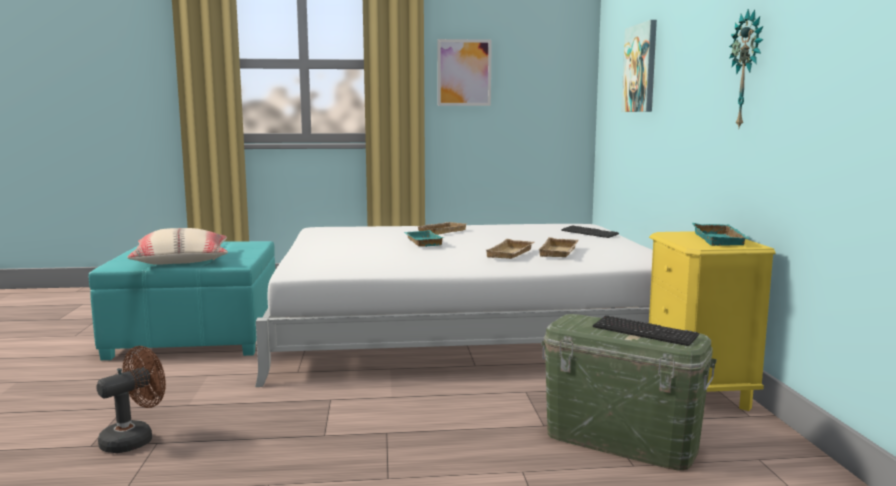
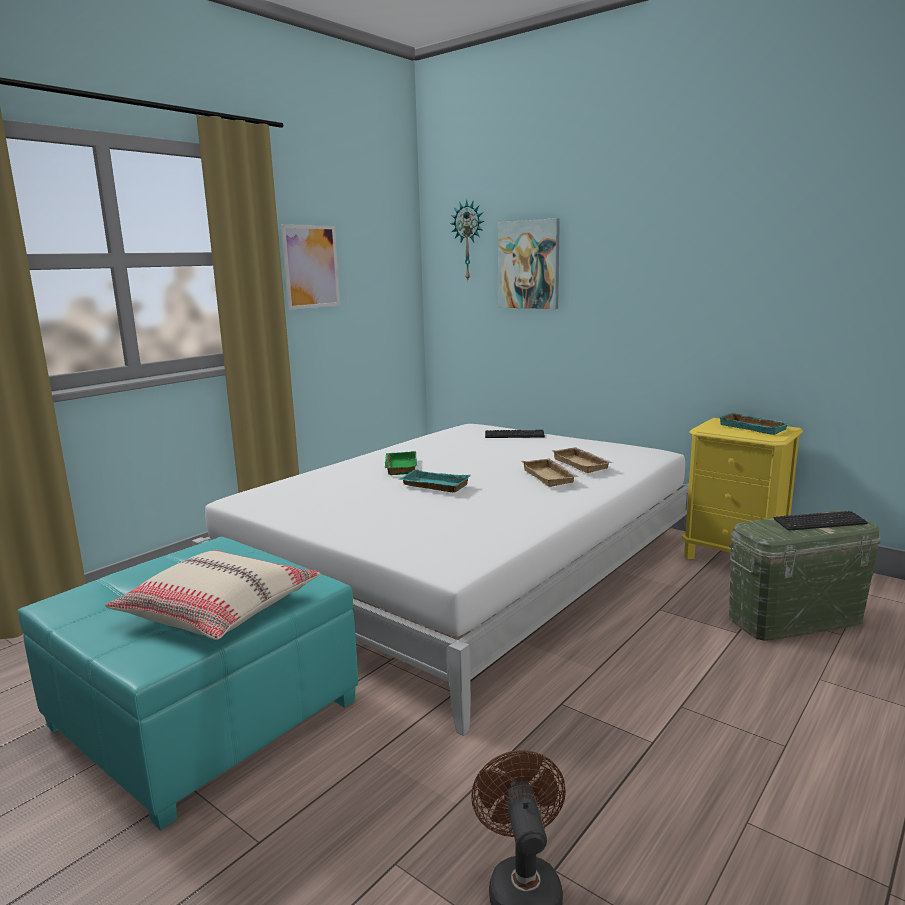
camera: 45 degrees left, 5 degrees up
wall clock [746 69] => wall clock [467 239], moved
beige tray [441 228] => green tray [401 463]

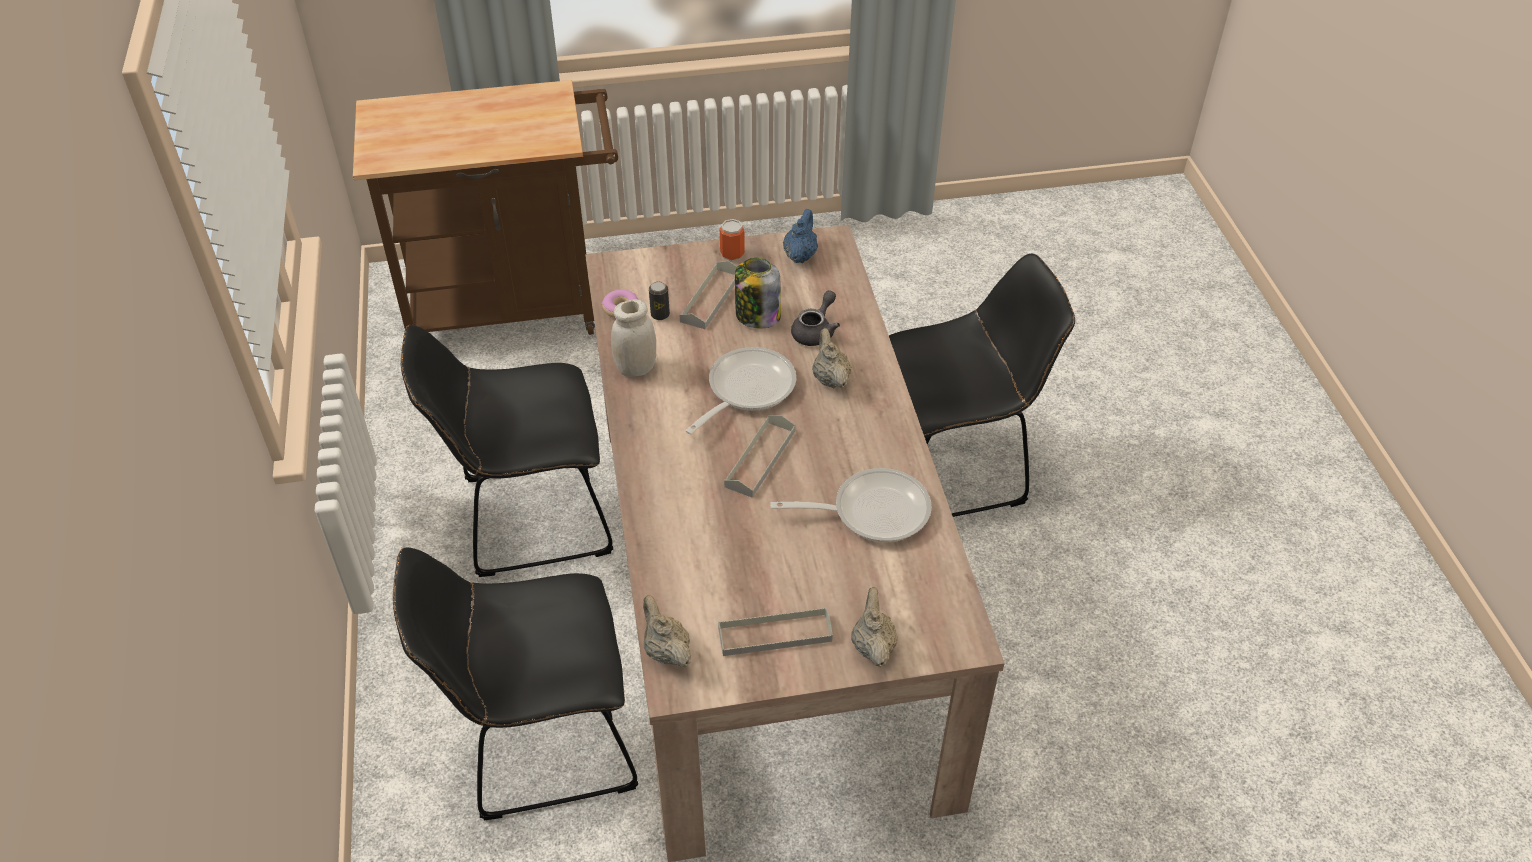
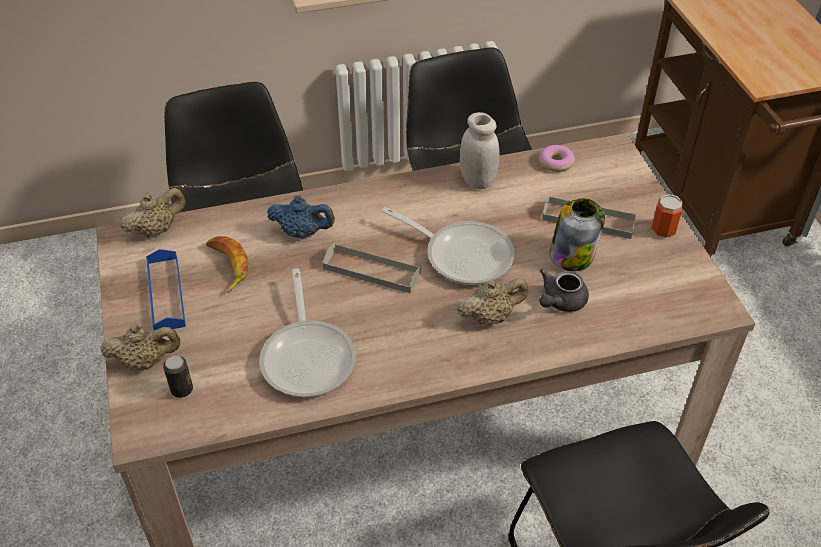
camera: 85 degrees right, 0 degrees up
blue teapot [800 236] => blue teapot [301 217], moved
can [659 300] => can [178 376], moved
grey teapot [815 318] => grey teapot [564 290], 105 degrees clockwise
grey tray [775 631] => blue tray [166 289]
nothing => banana [227 264]

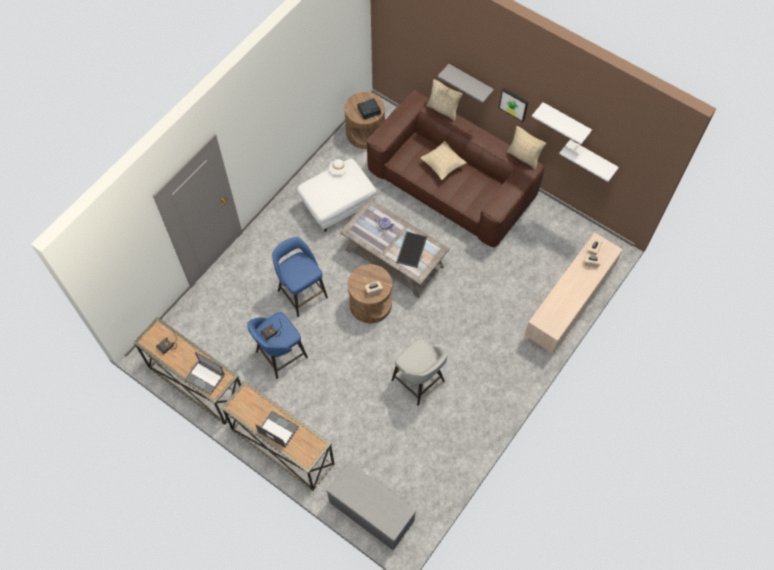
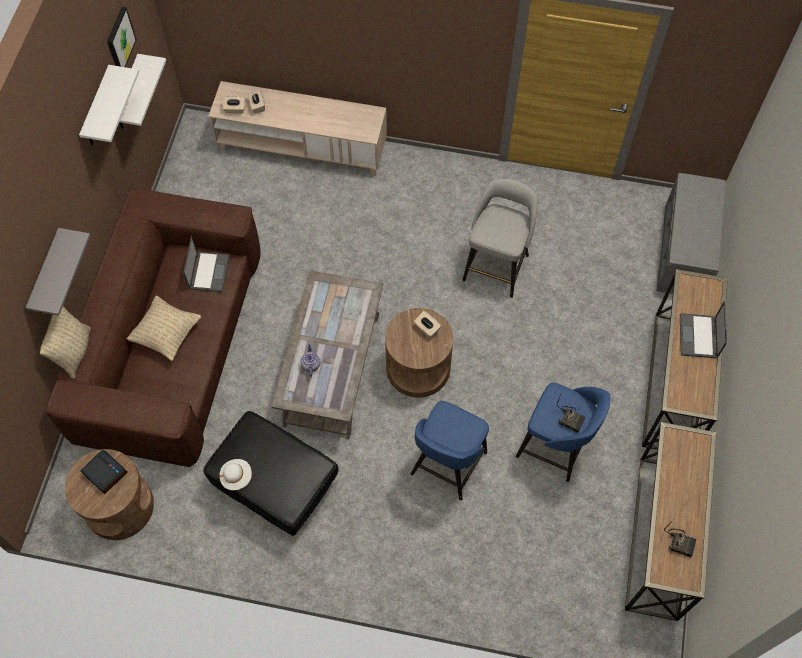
camera: 115 degrees left, 0 degrees up
picture [513 105] => picture [122 37], moved
beige pillow [526 147] => nothing
white ottoman [337 195] => black ottoman [270 473]
tray [411 249] => nothing
laptop [205 373] => laptop [206 263], moved

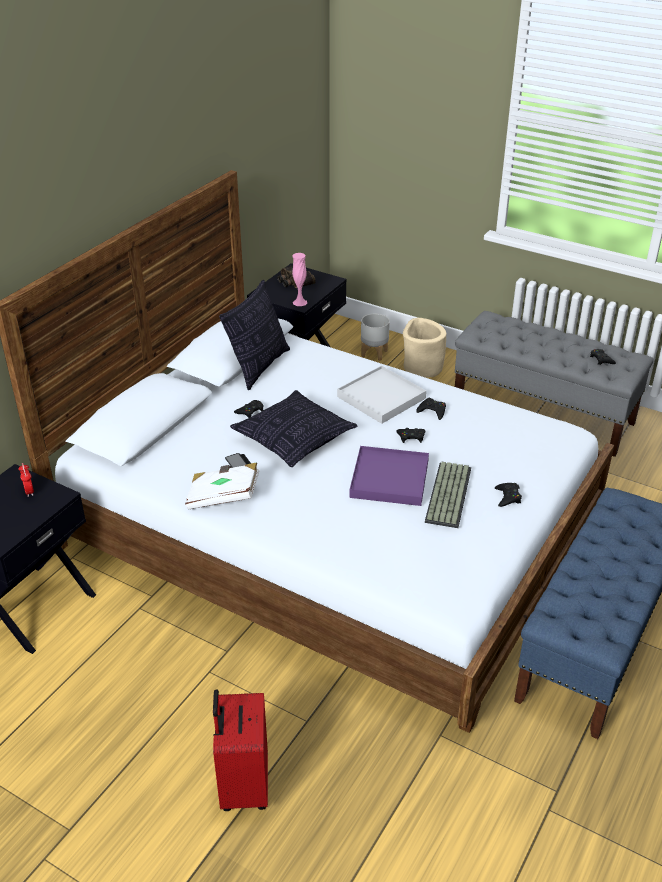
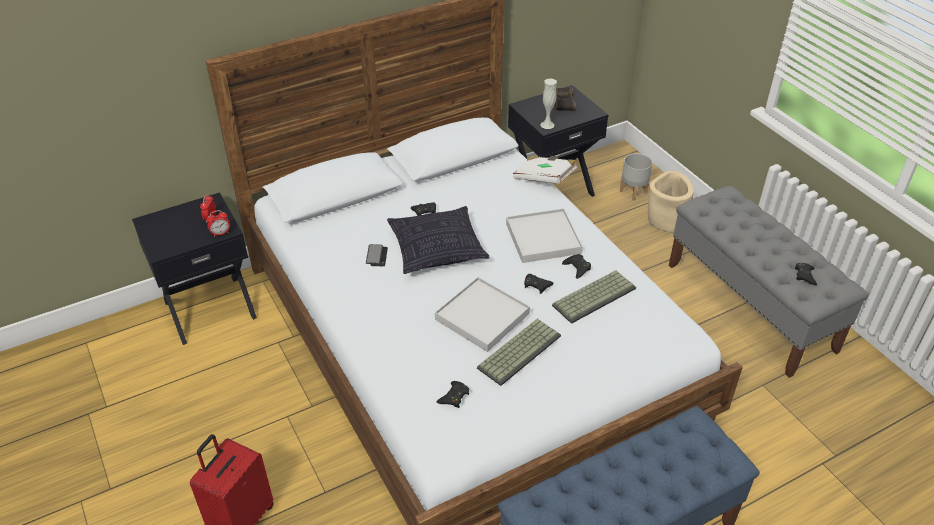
camera: 30 degrees right, 5 degrees up
pink vase [299 279] => white vase [549 103]
pillow [254 335] => nothing
purple tray [389 476] => white tray [482 314]
white book [222 486] => white book [545 170], moved
black game controller [508 495] => black game controller [452 394], moved
nothing => alarm clock [218 223]
nothing => keyboard [594 297]

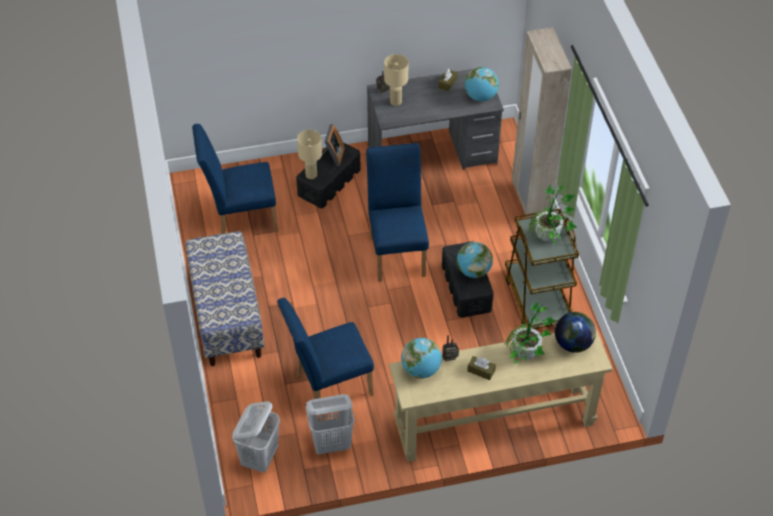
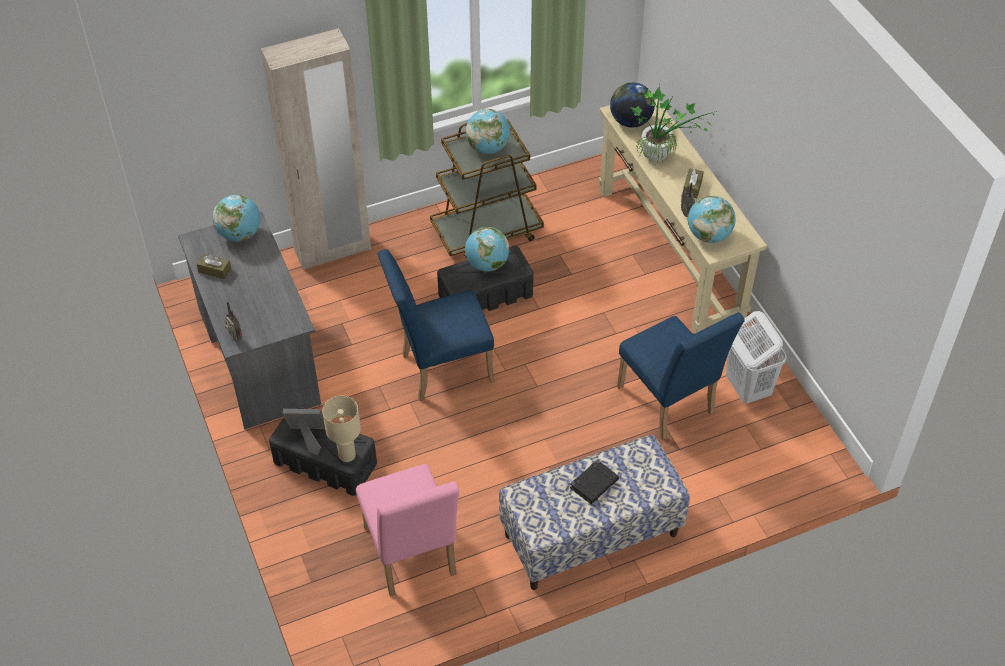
camera: 100 degrees left, 0 degrees up
beige table lamp [396 80] => nothing
blue chair [235 179] => pink chair [407 530]
potted plant [552 214] => globe [488 131]
white laundry basket [256 436] => nothing
nothing => black book [594 482]

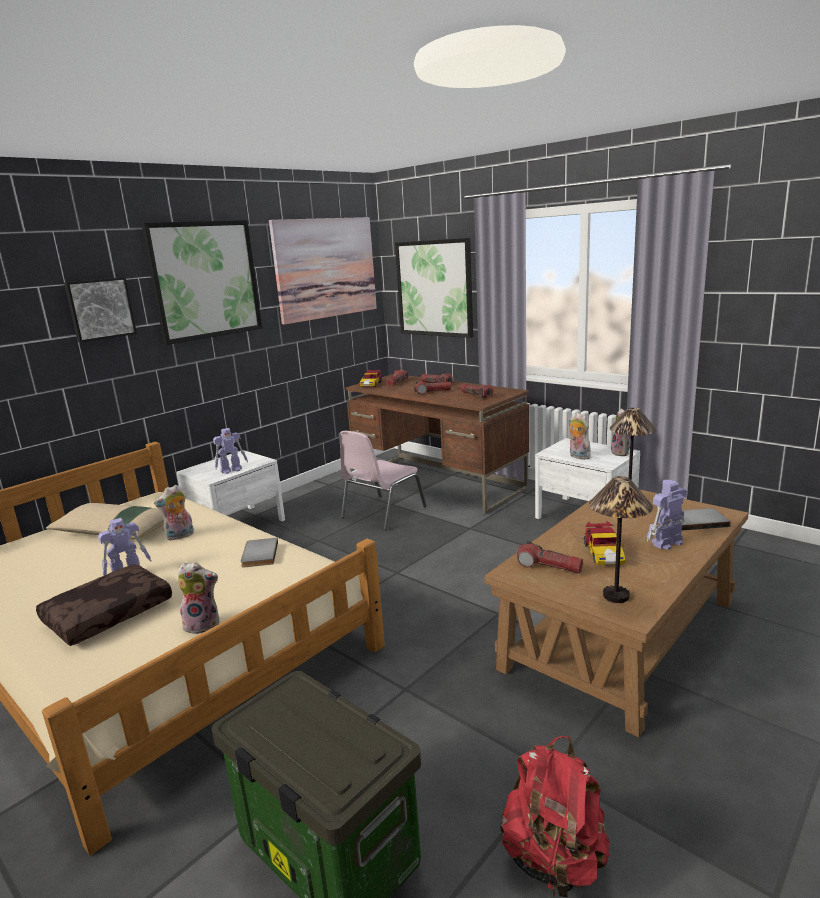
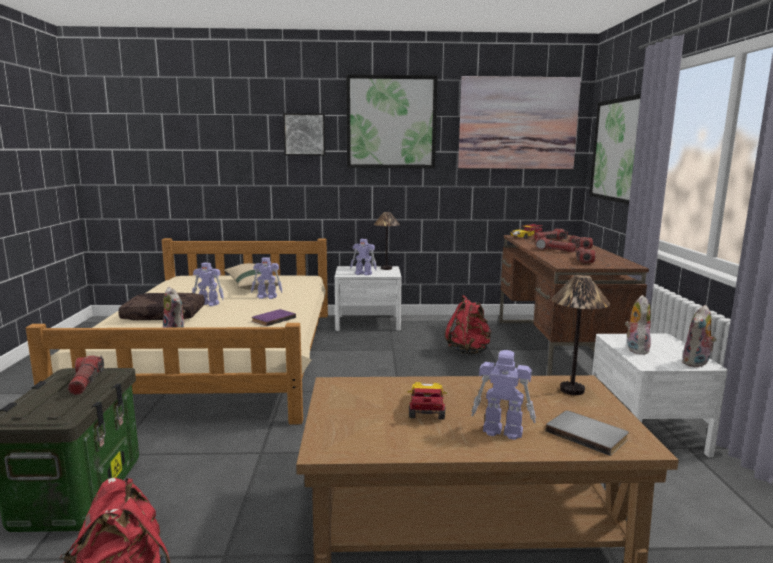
camera: 45 degrees right, 5 degrees down
pink chair [383 480] => red backpack [468 324]
table lamp [621 539] => table lamp [387 241], moved
plush toy [174 512] => toy robot [267 278]
toy car [604 543] => toy car [427 401], 135 degrees clockwise
grey book [259 553] => purple book [274 317]
flashlight [550 557] => flashlight [86 375], moved

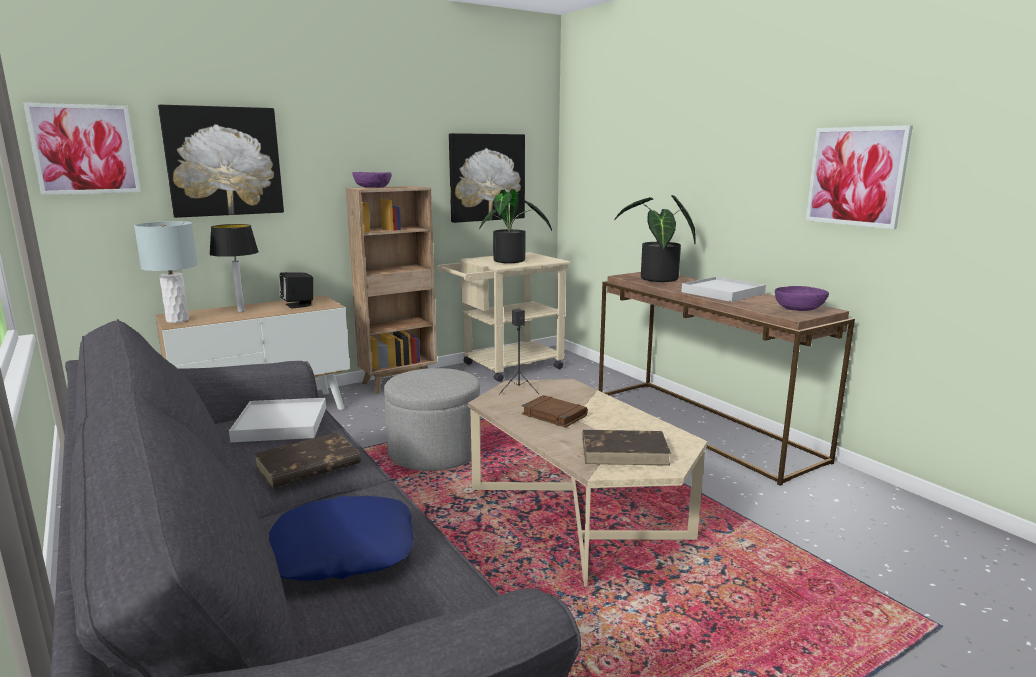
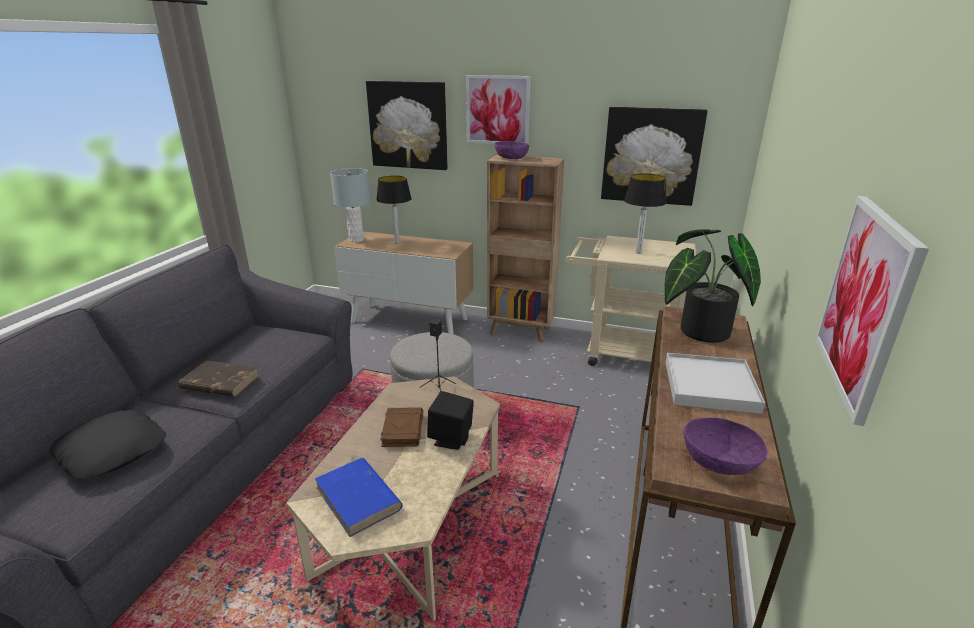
camera: 50 degrees right, 10 degrees up
picture [82 149] => picture [498 109], moved
potted plant [515 226] => table lamp [645 214]
black speaker [296 290] => black speaker [450 420], moved
white tray [277 420] => nothing
brown book [627 448] => blue book [359 497]
blue pillow [341 538] => black pillow [107 444]

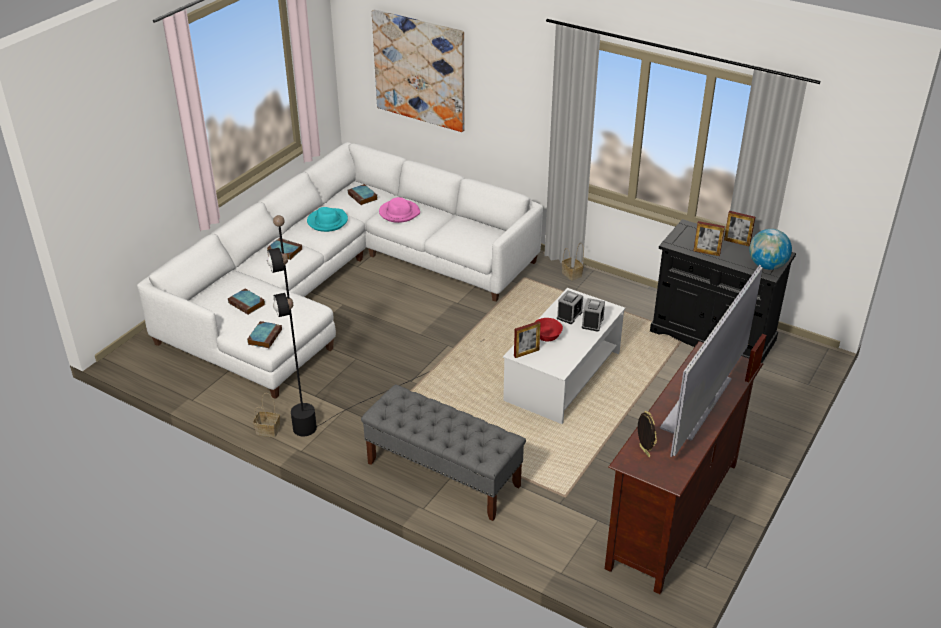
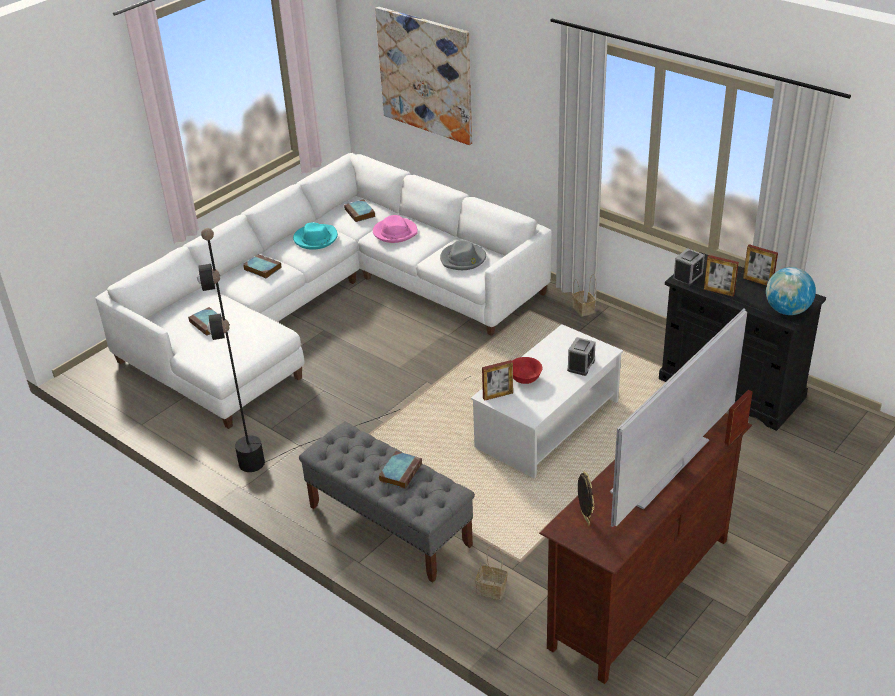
camera: 10 degrees right, 0 degrees up
alarm clock [570 307] => alarm clock [689 267], moved
book [264 334] => book [400 470], moved
basket [266 415] => basket [491 572], moved
nothing => grey hat [463 255]

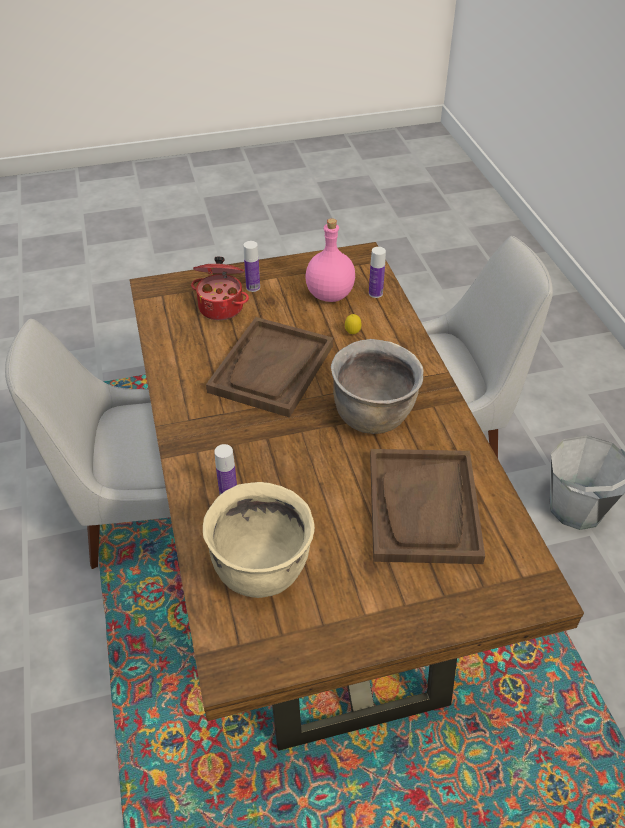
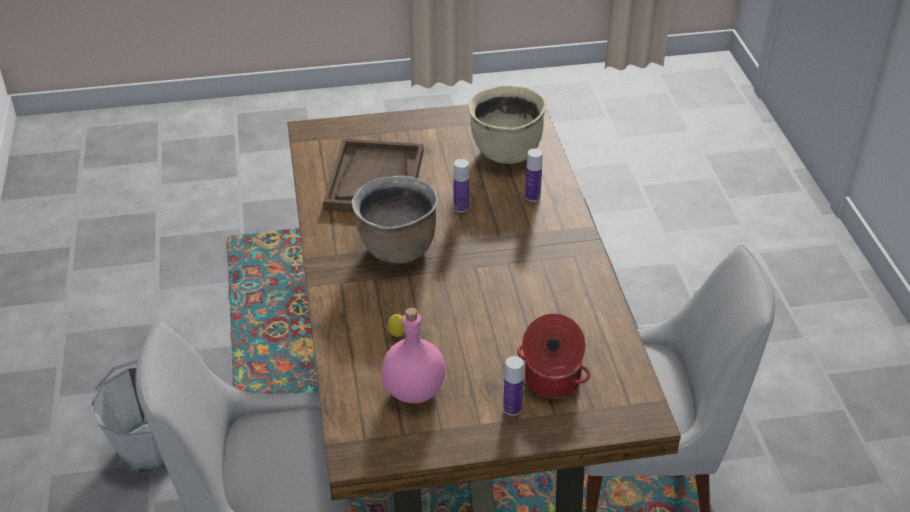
camera: 175 degrees left, 5 degrees down
bottle [377 272] => bottle [461 186], moved
brown tray [269 367] => nothing

